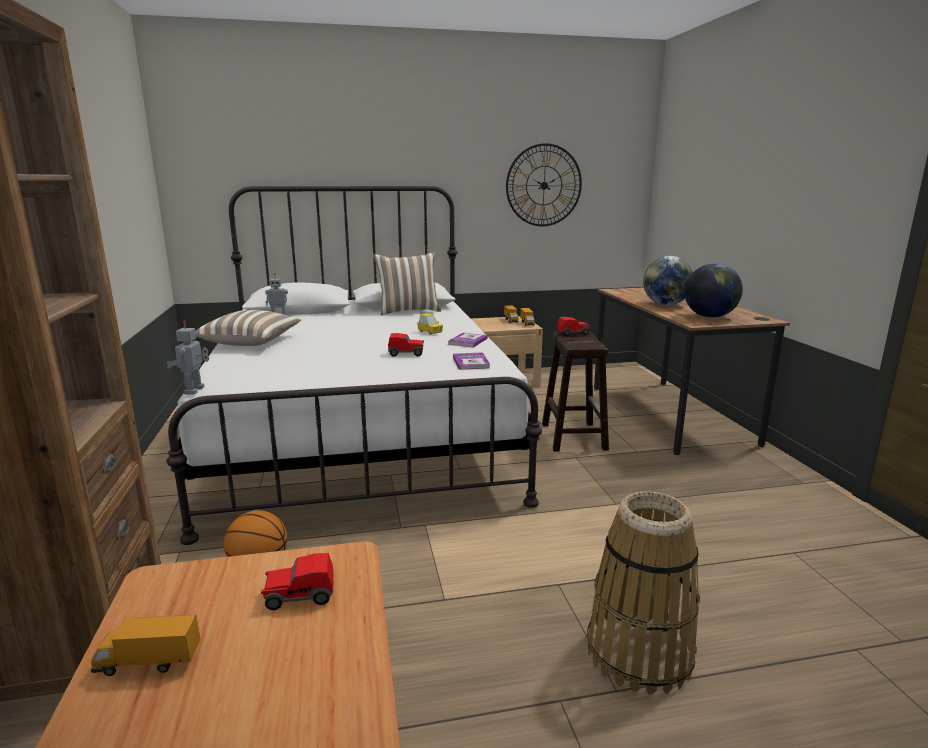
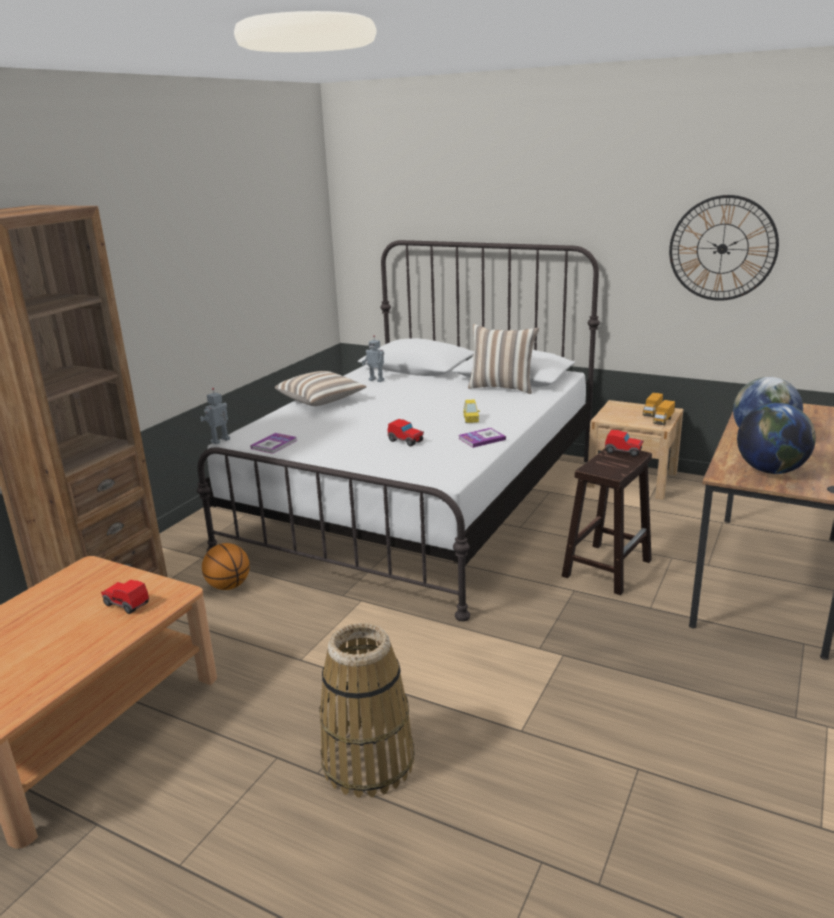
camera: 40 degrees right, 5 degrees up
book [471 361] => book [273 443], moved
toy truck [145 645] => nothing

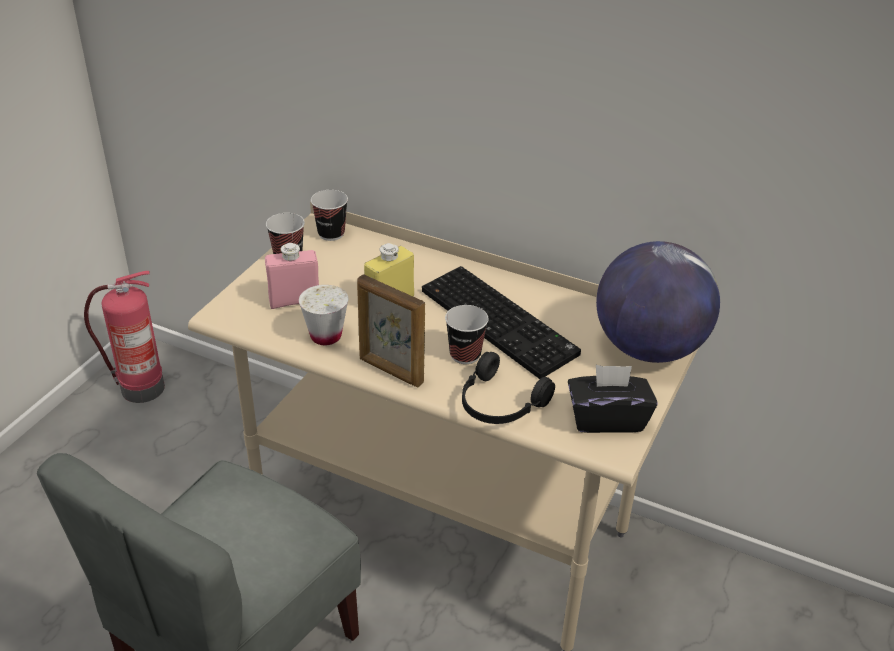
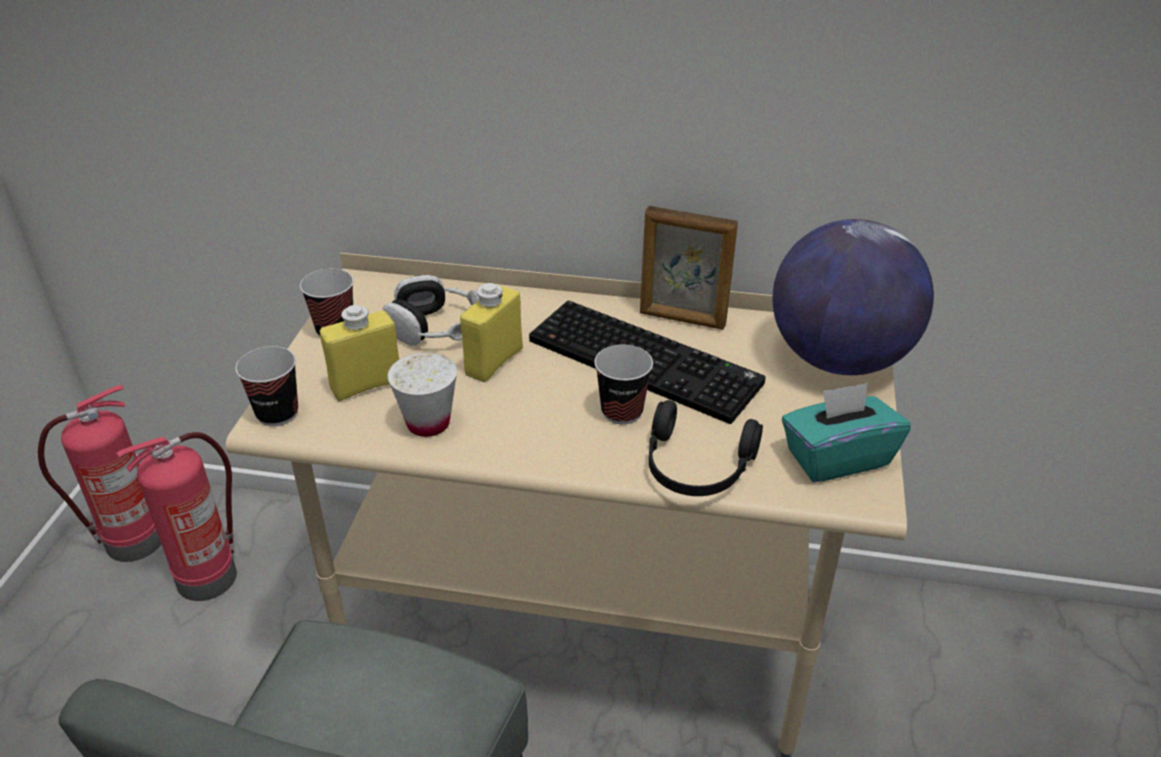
camera: 15 degrees left, 0 degrees up
cup [329 215] => cup [266 386], moved
pink bottle [292 276] => yellow bottle [359 353]
picture frame [391 330] => picture frame [689 268], moved
black tissue box [612 399] => turquoise tissue box [846 432]
nothing => headphones [431 310]
nothing => fire extinguisher [176 516]

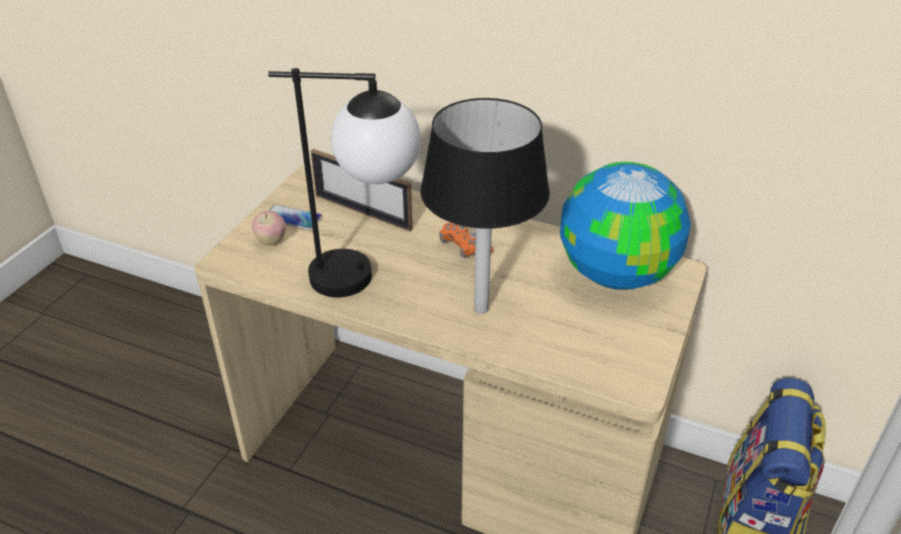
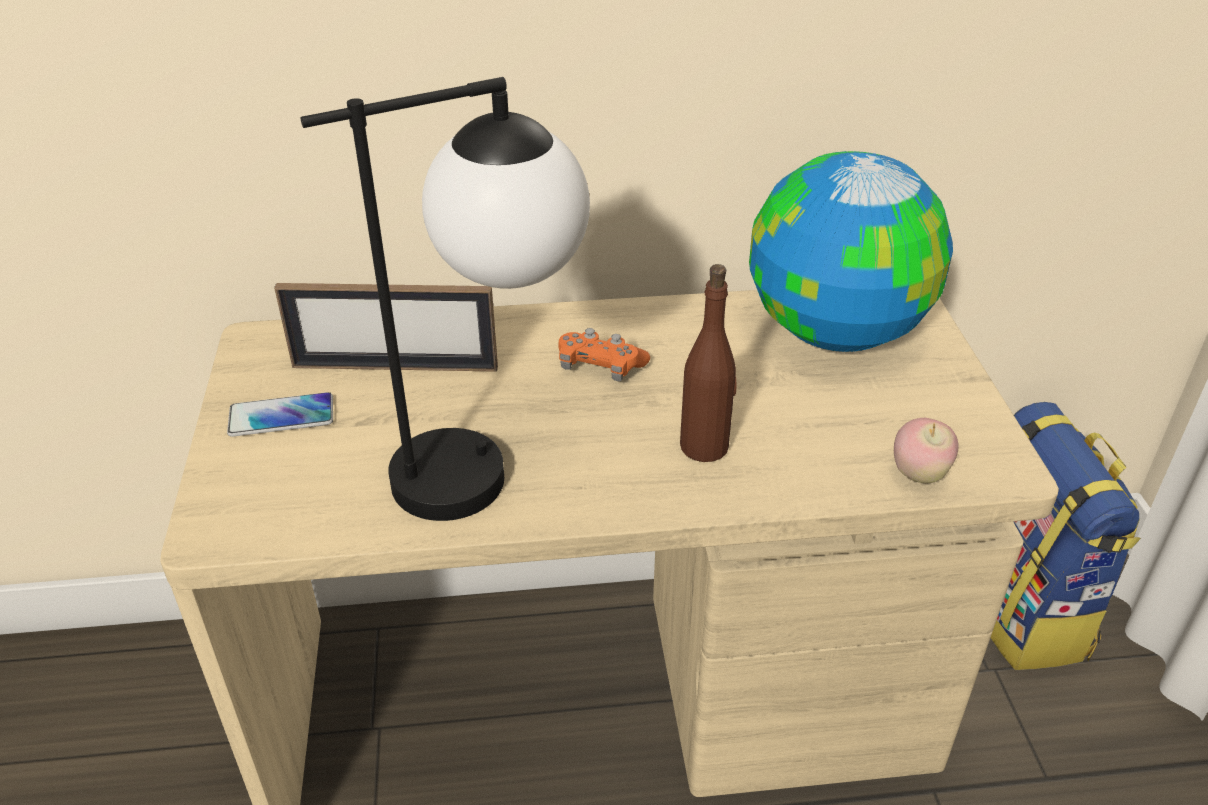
camera: 30 degrees left, 0 degrees up
black table lamp [485 206] => brown bottle [708 363]
apple [269 228] => apple [926 450], moved

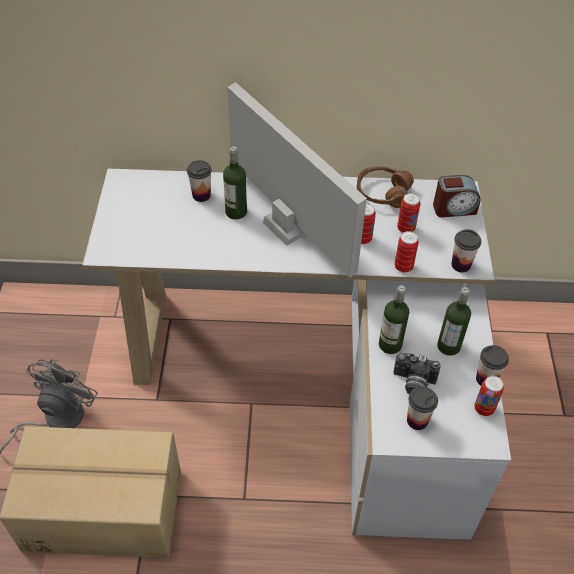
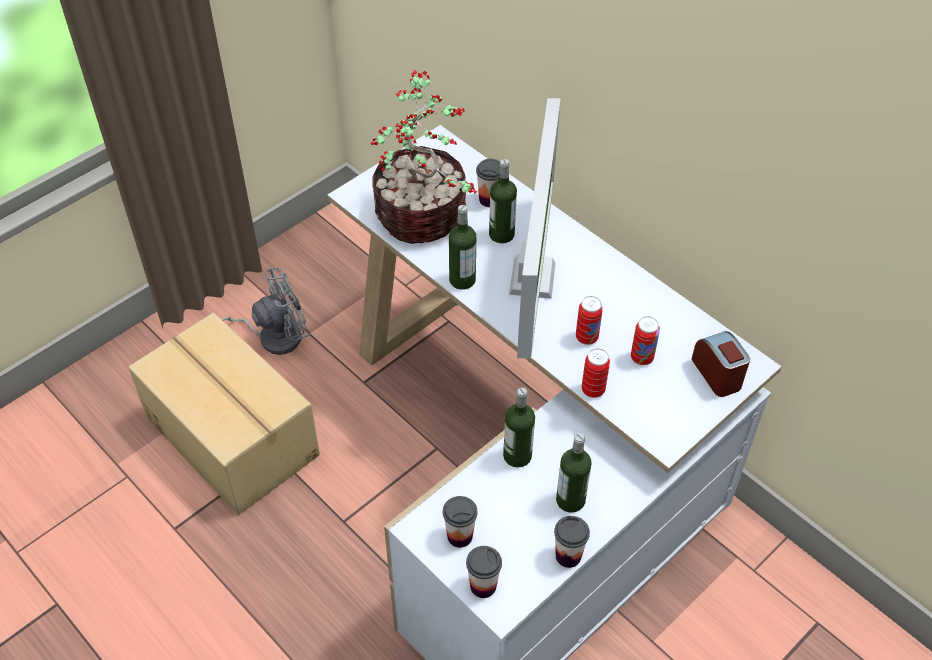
camera: 45 degrees right, 0 degrees up
brown headphones [385 187] => nothing
alarm clock [457 196] => alarm clock [720 364], 150 degrees counterclockwise
cup [466 251] => cup [484 572], moved
photo camera [417 373] => nothing
can [489 396] => nothing
nothing => potted plant [423 157]
nothing => bottle [462 247]

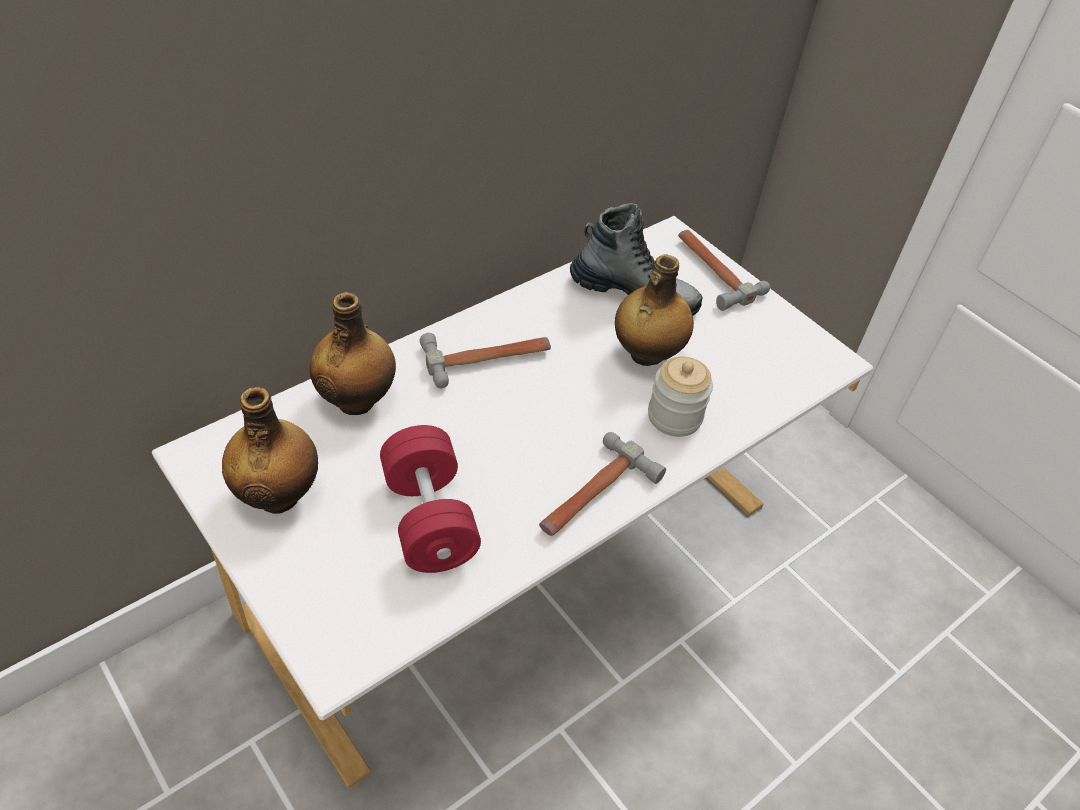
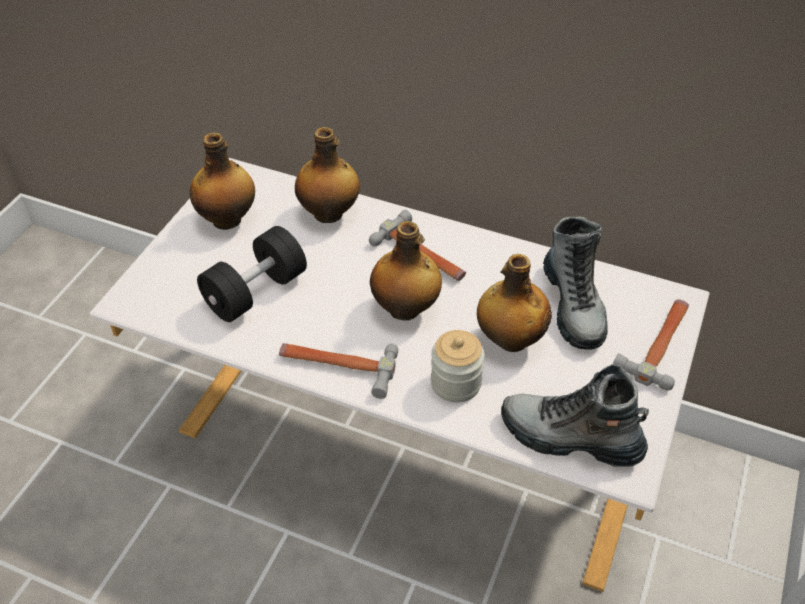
camera: 65 degrees right, 0 degrees up
red dumbbell [430 499] => black dumbbell [252 274]
nothing => bottle [406 270]
nothing => boot [575 415]

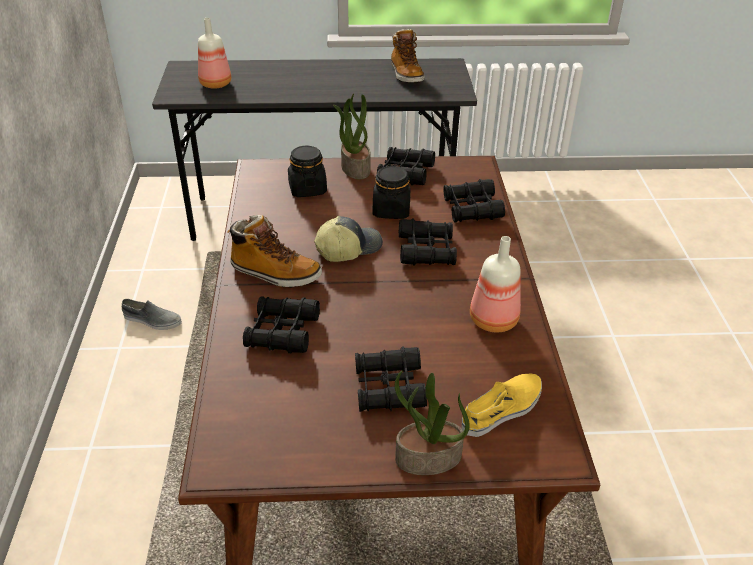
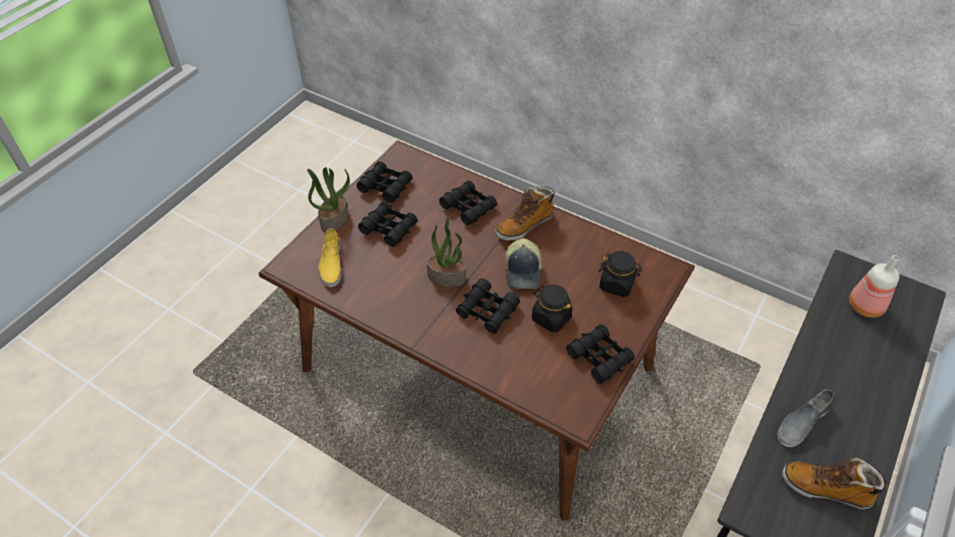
camera: 125 degrees right, 10 degrees up
potted plant [352 137] => potted plant [446 251], moved
black binoculars [474 200] => black binoculars [384 182], moved
bottle [495 284] => nothing
grey shoe [152 314] => grey shoe [805 418], moved

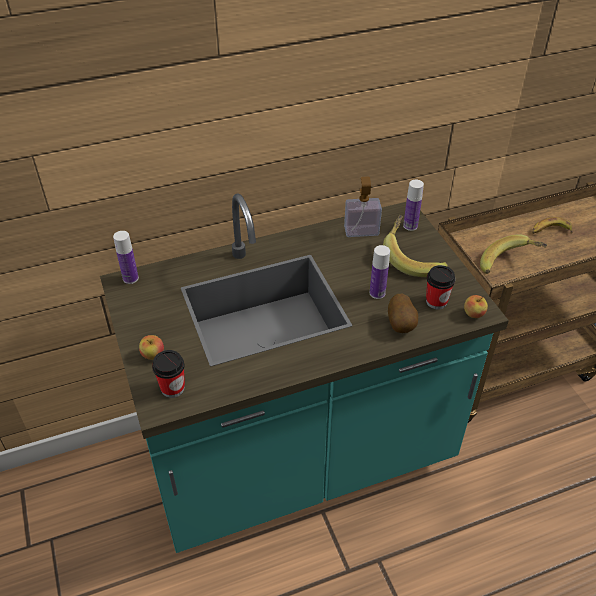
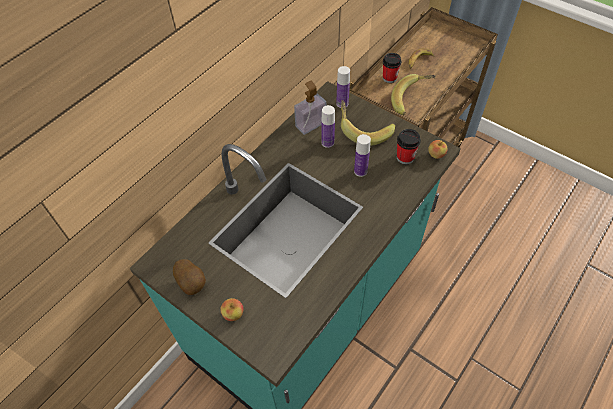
camera: 30 degrees left, 10 degrees up
bottle [126 257] => bottle [328 126], moved
potato [403 313] => potato [189 277], moved
cup [168 374] => cup [392 68], moved

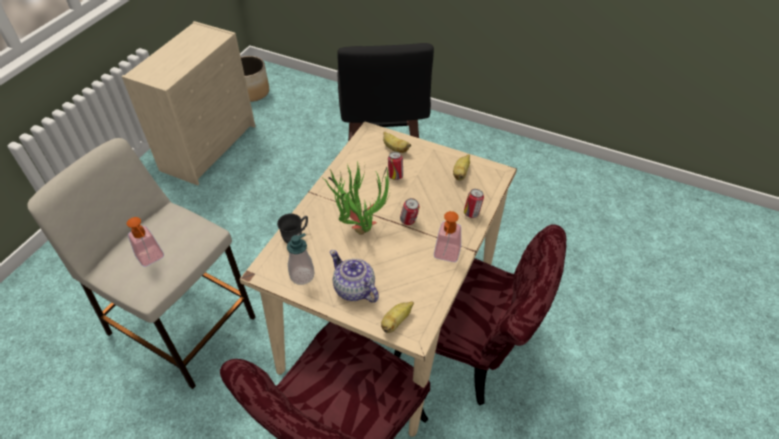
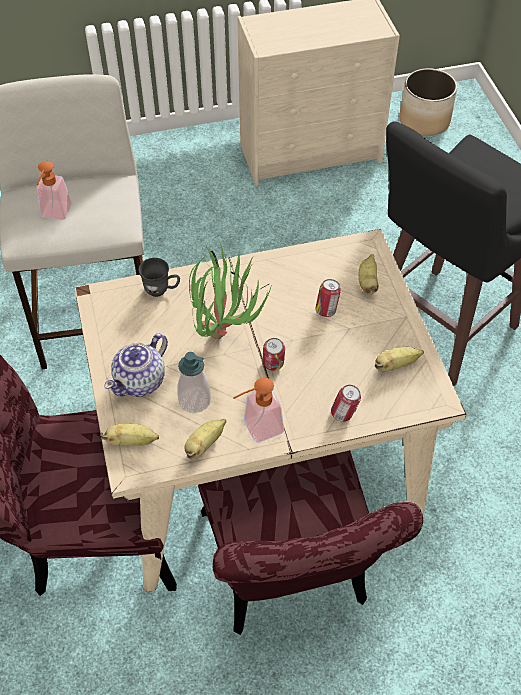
camera: 50 degrees right, 5 degrees up
soap dispenser [301 259] => soap dispenser [194 382], moved
teapot [354 276] => teapot [136 365], 150 degrees counterclockwise
nothing => banana [205 439]

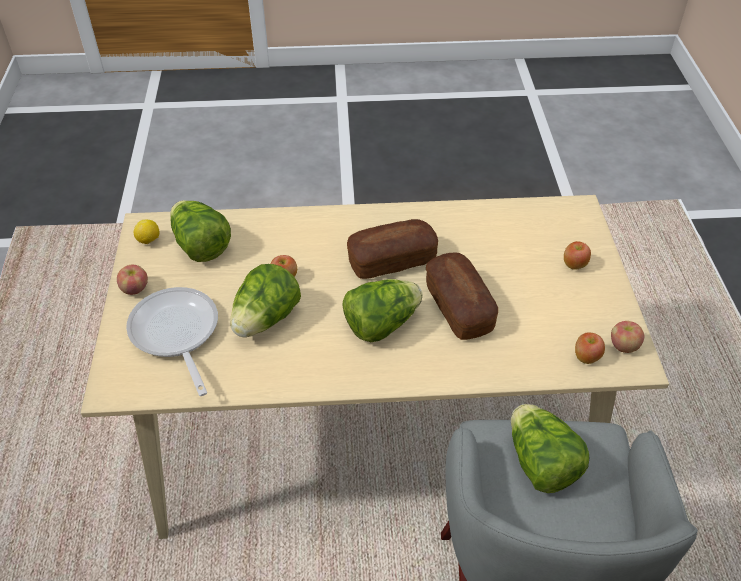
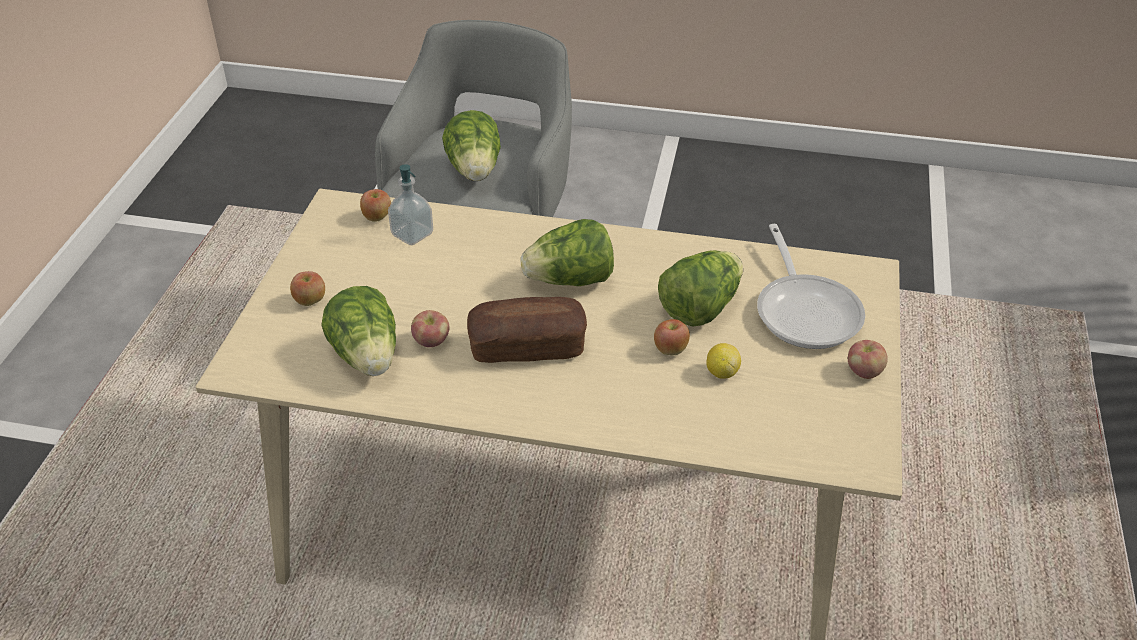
camera: 165 degrees left, 5 degrees down
lettuce [200 231] => lettuce [358 331], moved
lemon [147 231] => lemon [723 361], moved
bread [462 296] => nothing
apple [627 337] => apple [430 328], moved
nothing => soap dispenser [410 204]

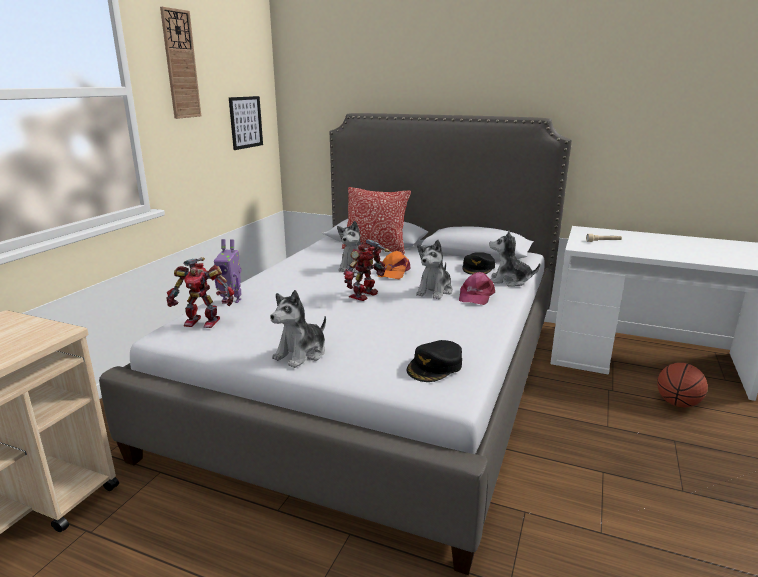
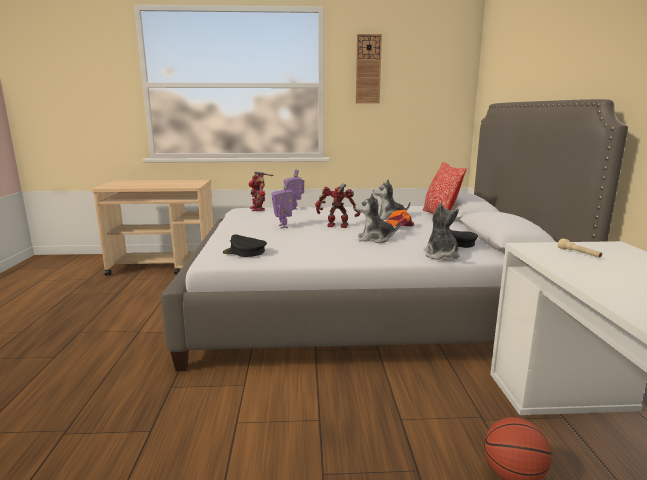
camera: 65 degrees right, 5 degrees down
picture [246 123] => nothing
pink cap [477 288] => nothing
plush toy [298 329] => nothing
nothing => toy robot [283 204]

